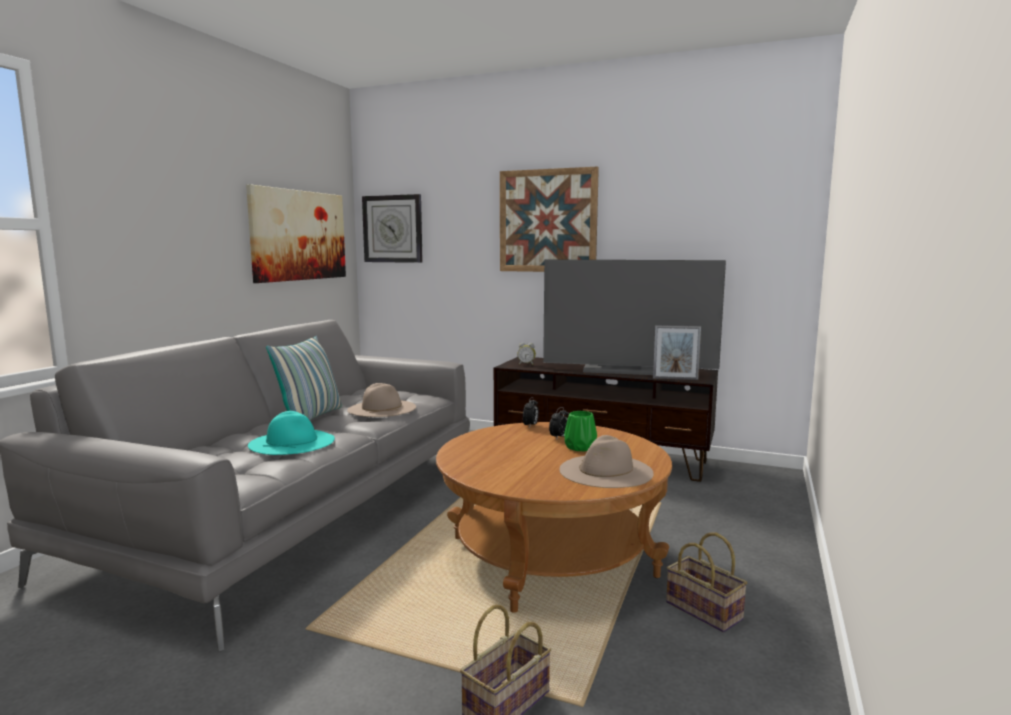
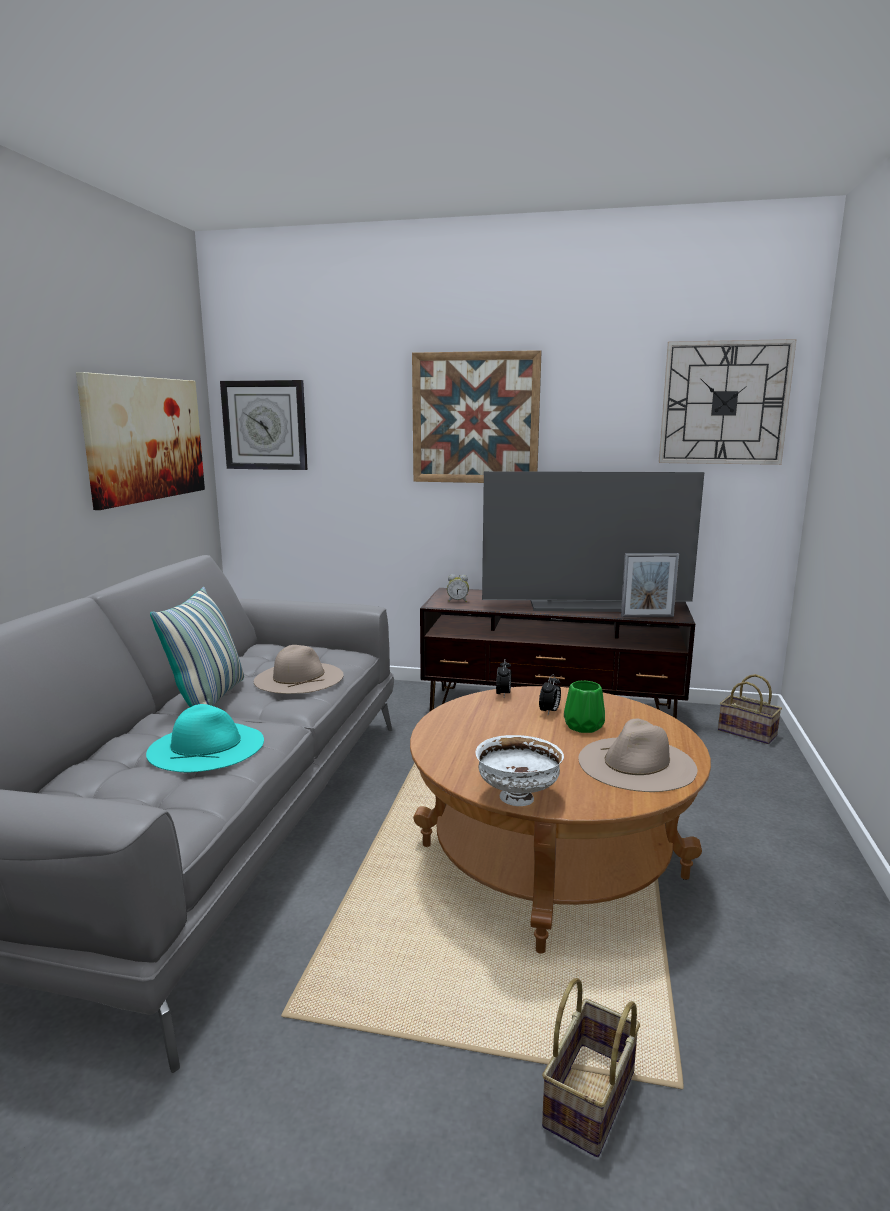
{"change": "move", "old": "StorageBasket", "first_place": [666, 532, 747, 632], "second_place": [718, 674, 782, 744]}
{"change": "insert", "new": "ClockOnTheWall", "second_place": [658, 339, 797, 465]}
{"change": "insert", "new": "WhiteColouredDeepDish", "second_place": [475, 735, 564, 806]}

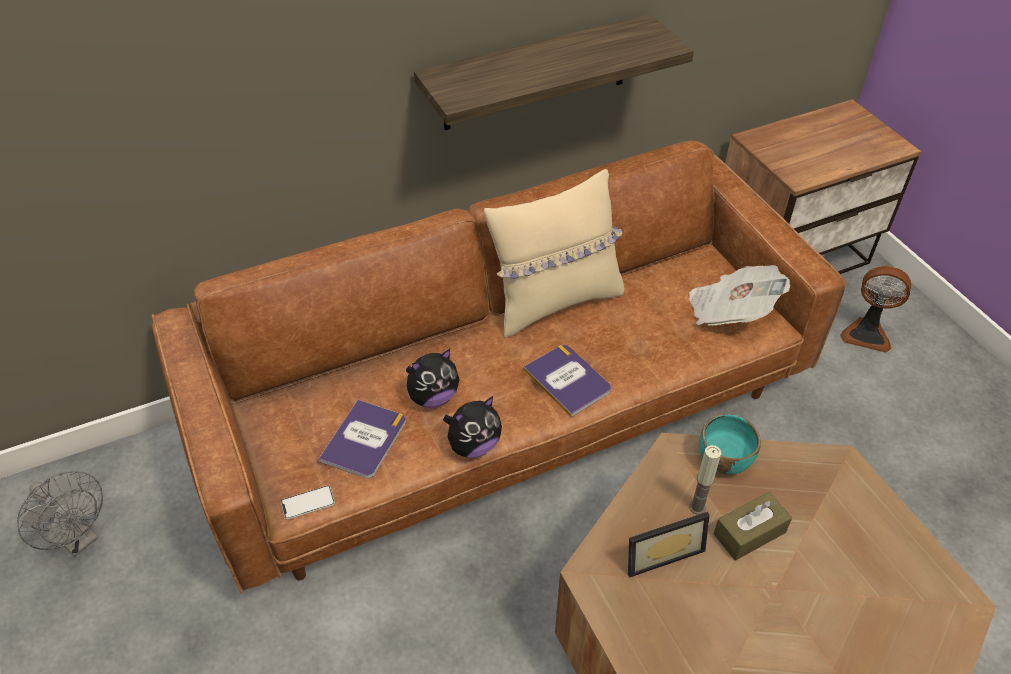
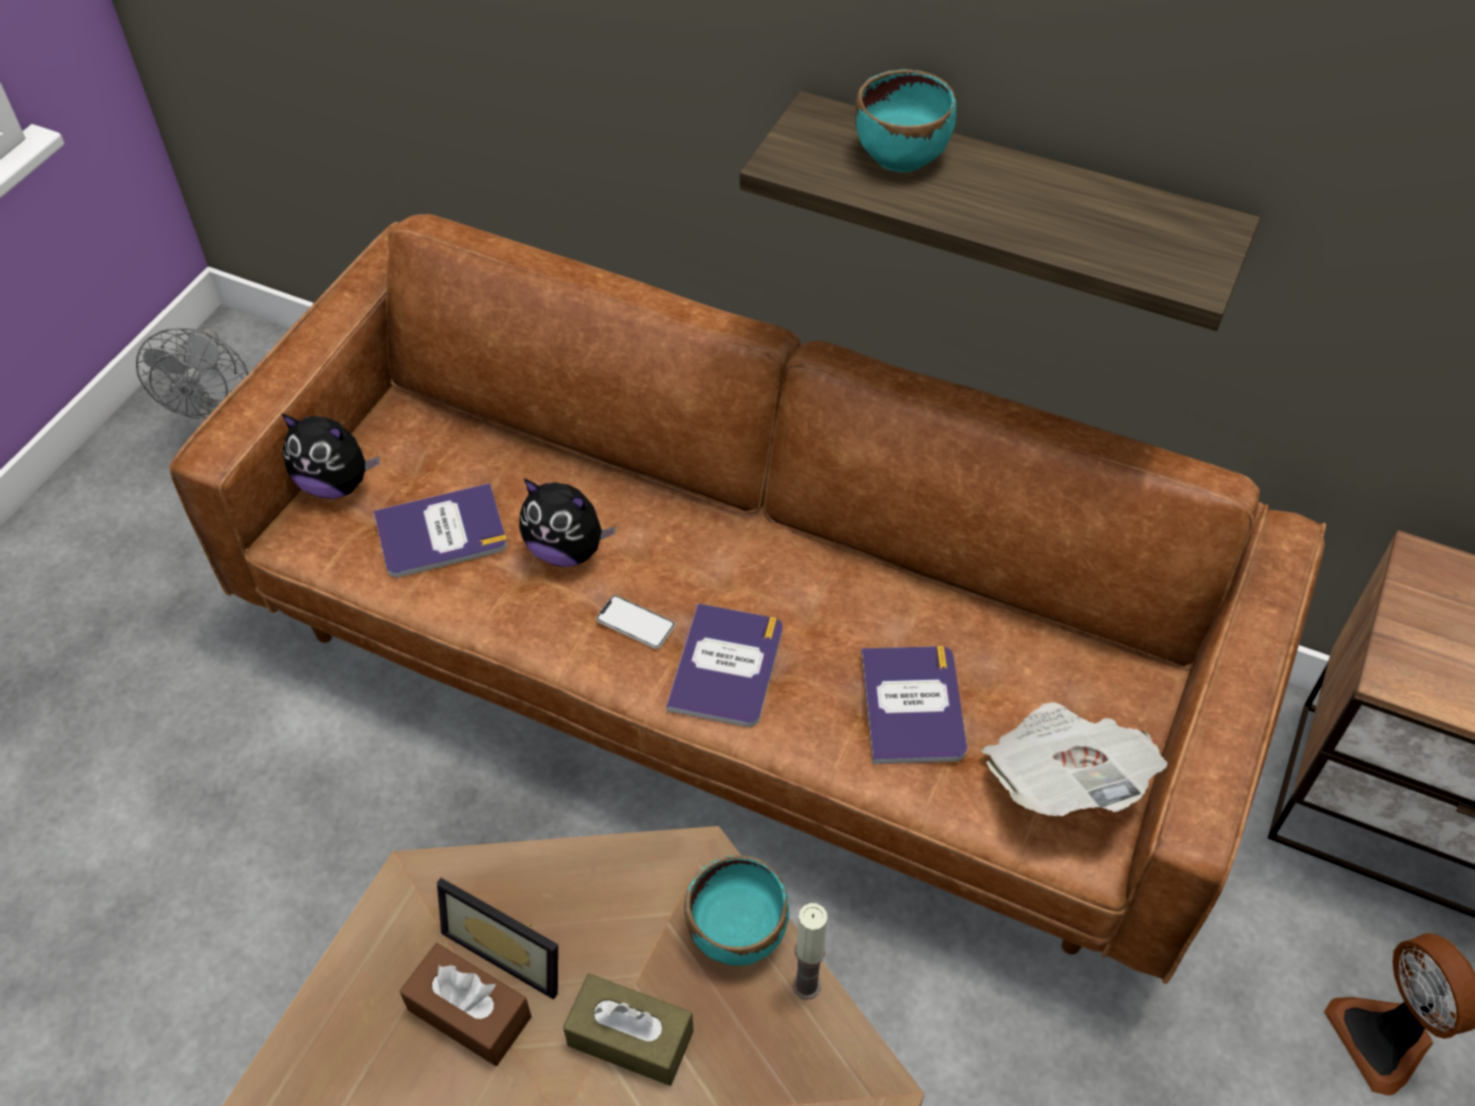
{"change": "delete", "old": "BeigeThrowPillow", "first_place": [484, 169, 624, 338]}
{"change": "move", "old": "PlushToy", "first_place": [443, 396, 502, 458], "second_place": [281, 413, 380, 499]}
{"change": "move", "old": "Candle", "first_place": [689, 445, 721, 515], "second_place": [792, 903, 827, 1000]}
{"change": "move", "old": "Handset", "first_place": [281, 485, 335, 520], "second_place": [596, 595, 675, 649]}
{"change": "insert", "new": "TurquoiseDeepDish", "second_place": [855, 69, 956, 172]}
{"change": "insert", "new": "Volume", "second_place": [861, 646, 967, 764]}
{"change": "insert", "new": "BrownColouredBoxOfTissues", "second_place": [400, 943, 531, 1066]}

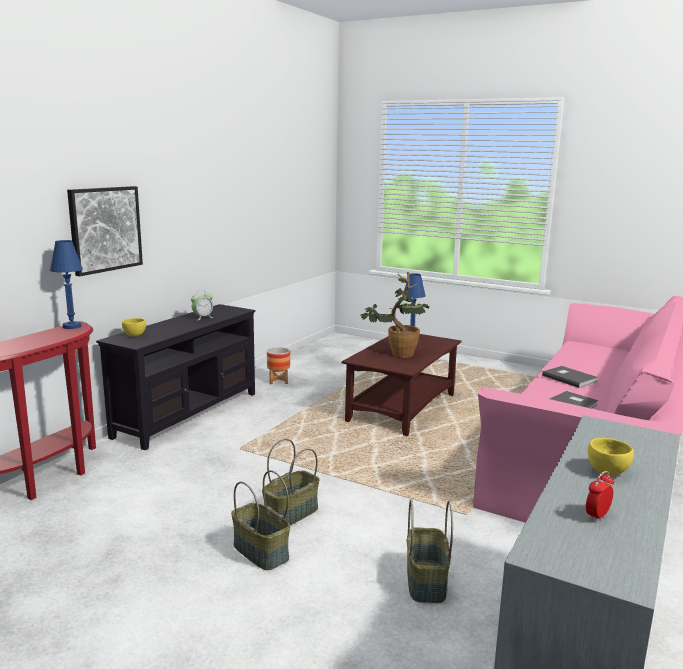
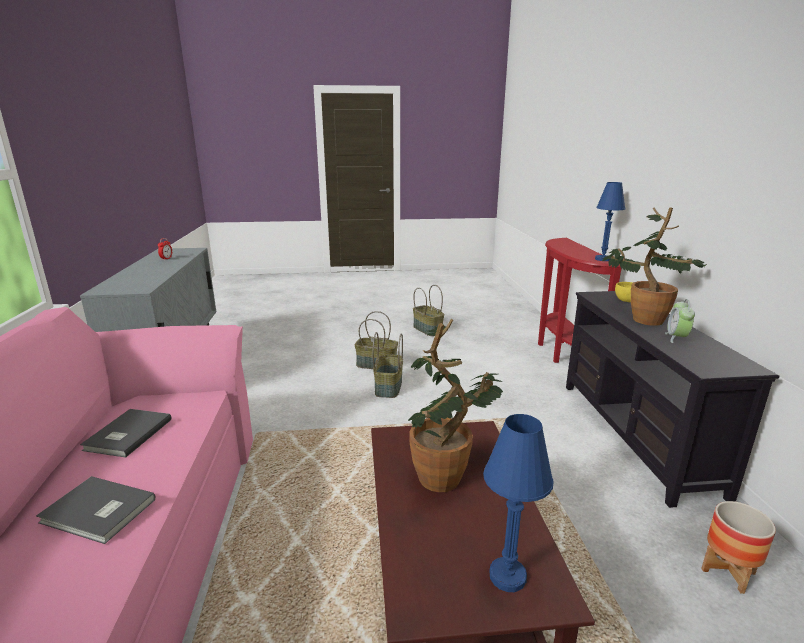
{"change": "delete", "old": "WallArt", "first_place": [67, 186, 143, 276]}
{"change": "delete", "old": "YellowishDeepDish", "first_place": [588, 438, 634, 476]}
{"change": "move", "old": "StorageBasket", "first_place": [407, 499, 453, 603], "second_place": [413, 285, 444, 336]}
{"change": "insert", "new": "PlantInAPot", "second_place": [602, 207, 707, 326]}

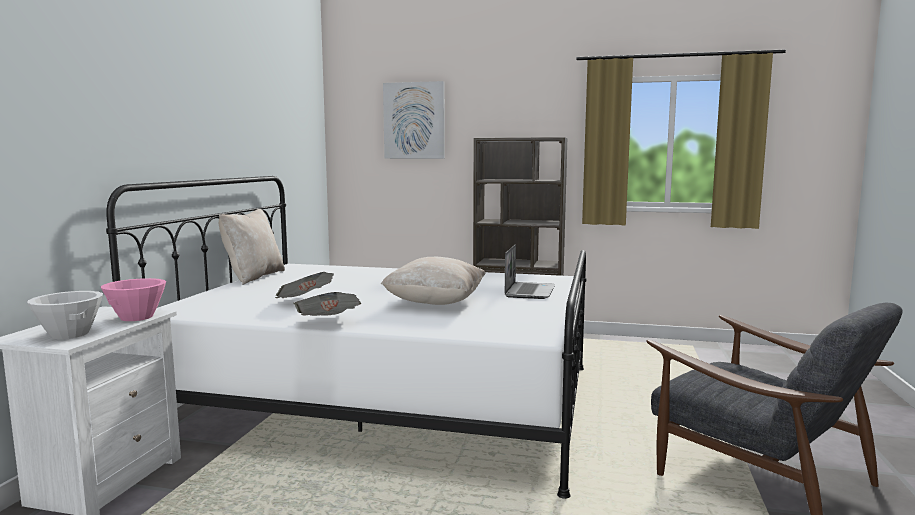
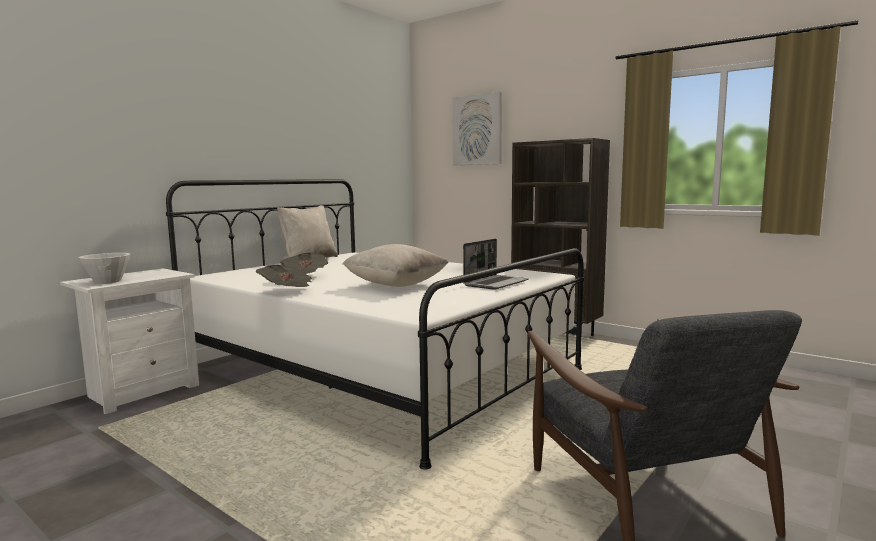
{"change": "delete", "old": "PinkishDeepDish", "first_place": [101, 278, 166, 321]}

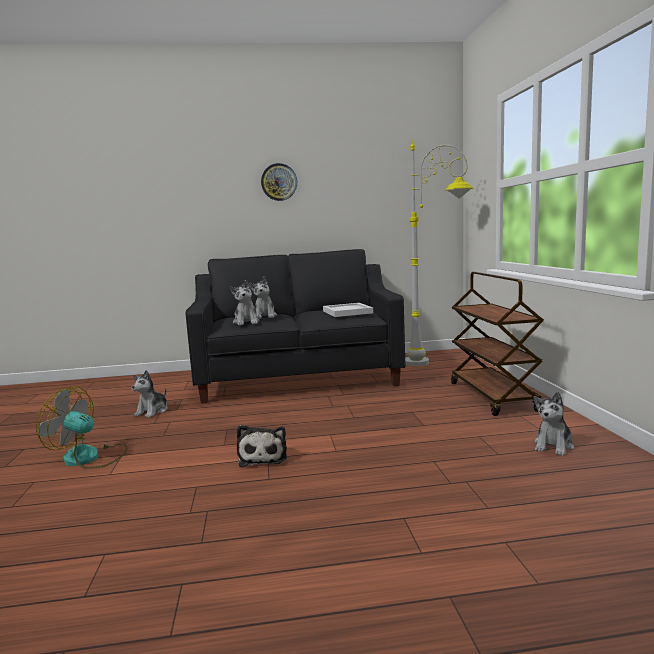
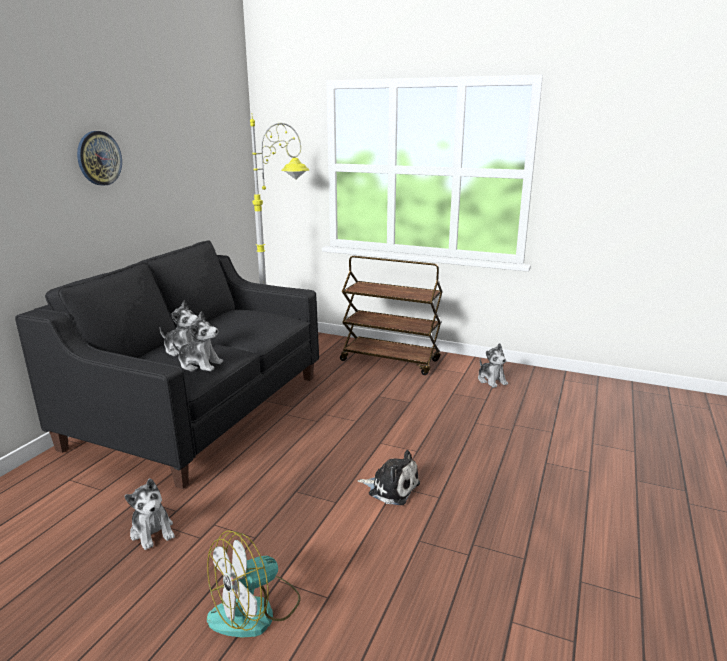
{"change": "delete", "old": "WhiteColouredTray", "first_place": [323, 303, 373, 317]}

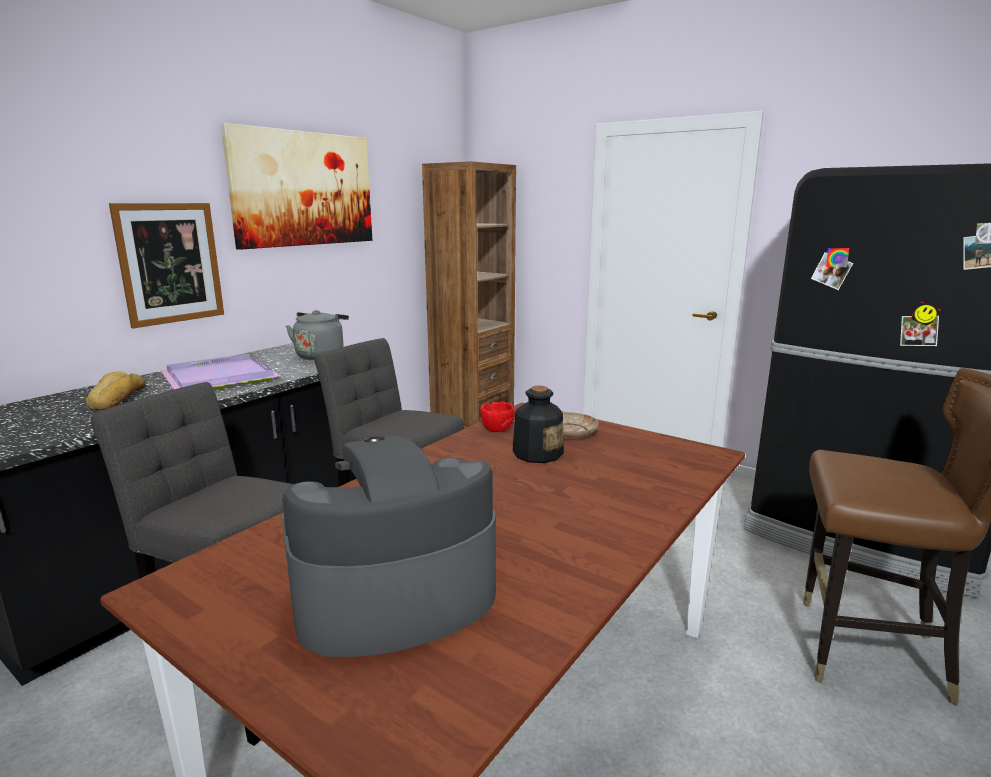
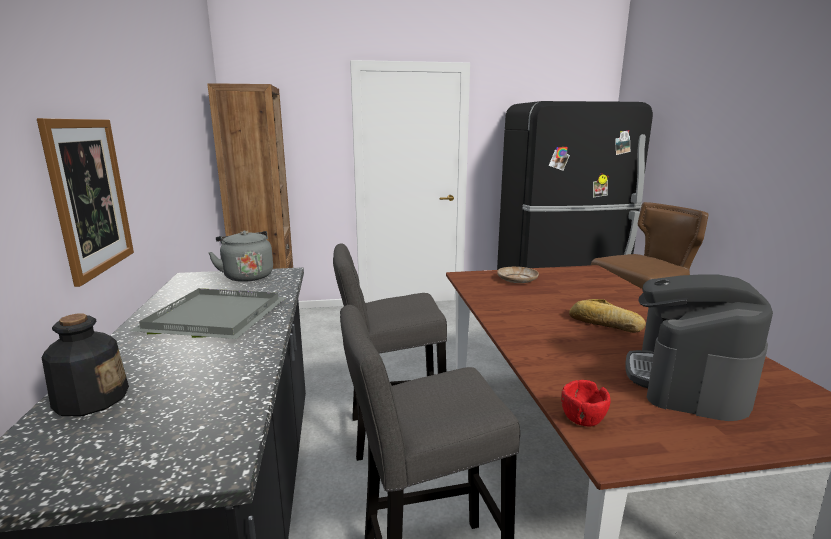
{"change": "delete", "old": "WallArt", "first_place": [221, 123, 372, 250]}
{"change": "recolor", "old": "PurpleTray", "new": "GreyTray", "first_place": [161, 354, 280, 390], "second_place": [130, 288, 287, 339]}
{"change": "move", "old": "Bread", "first_place": [86, 371, 146, 410], "second_place": [569, 299, 646, 333]}
{"change": "move", "old": "Bottle", "first_place": [513, 386, 564, 463], "second_place": [42, 314, 129, 416]}
{"change": "move", "old": "RedColouredDeepDish", "first_place": [480, 402, 515, 432], "second_place": [561, 380, 611, 426]}

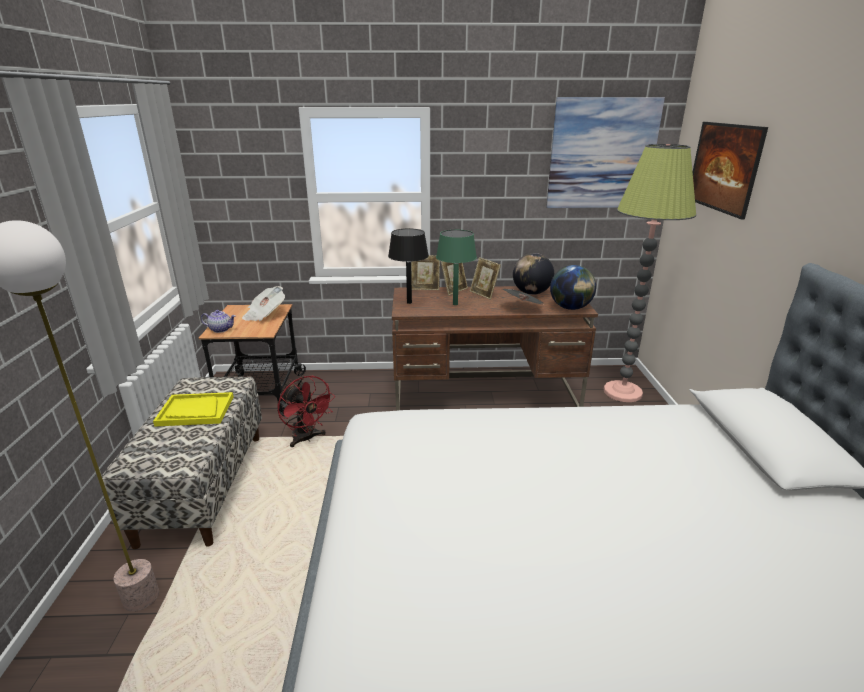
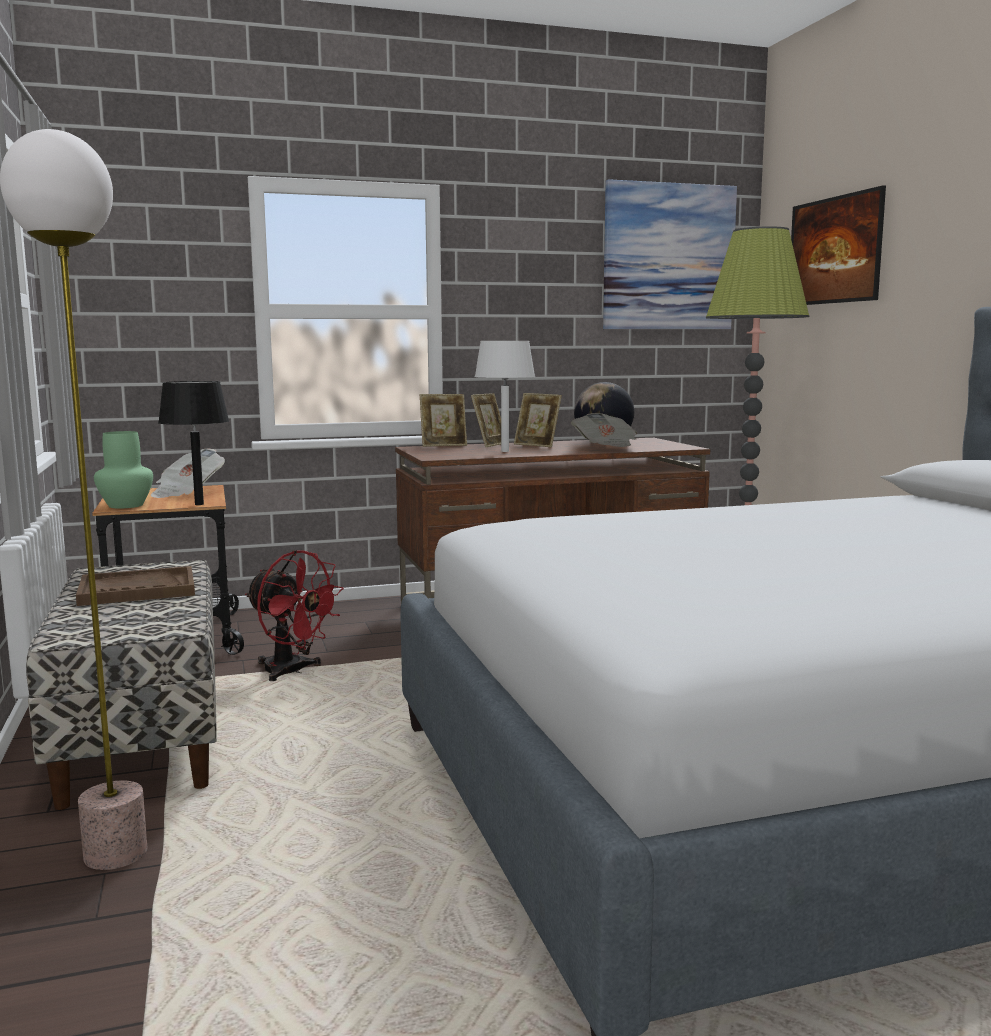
{"change": "move", "old": "BlackLampForATable", "first_place": [388, 228, 429, 304], "second_place": [158, 381, 229, 505]}
{"change": "recolor", "old": "GreenLampForATable", "new": "WhiteColouredLampForATable", "first_place": [436, 230, 477, 305], "second_place": [475, 341, 535, 452]}
{"change": "delete", "old": "WorldGlobe", "first_place": [550, 265, 596, 310]}
{"change": "replace", "old": "PotForTea", "new": "GreenVase", "first_place": [201, 310, 236, 333], "second_place": [94, 431, 153, 509]}
{"change": "recolor", "old": "YellowishTray", "new": "BrownColouredTray", "first_place": [153, 392, 234, 426], "second_place": [76, 566, 195, 606]}

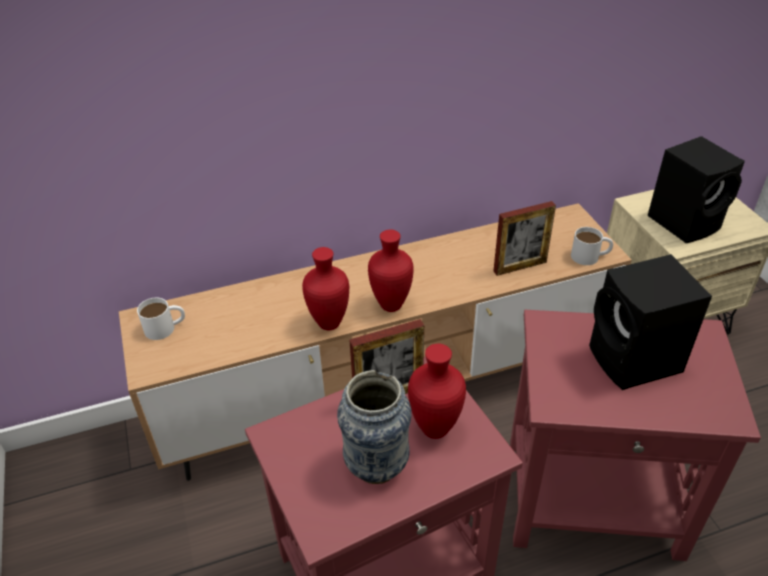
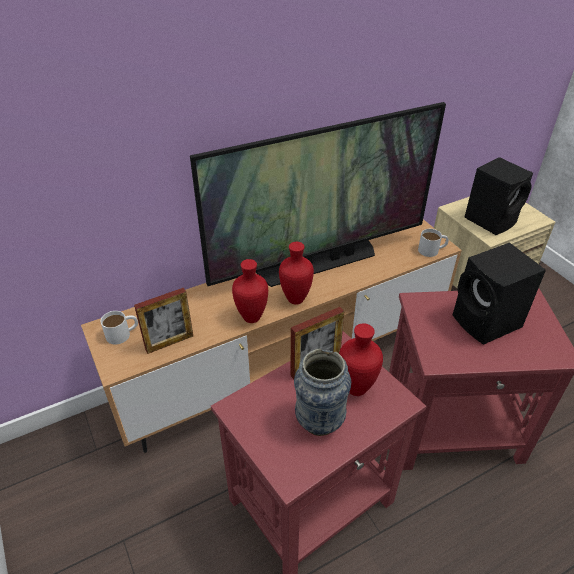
{"change": "move", "old": "PhotoFrame", "first_place": [493, 201, 556, 276], "second_place": [134, 288, 193, 354]}
{"change": "insert", "new": "TvSet", "second_place": [190, 102, 446, 287]}

